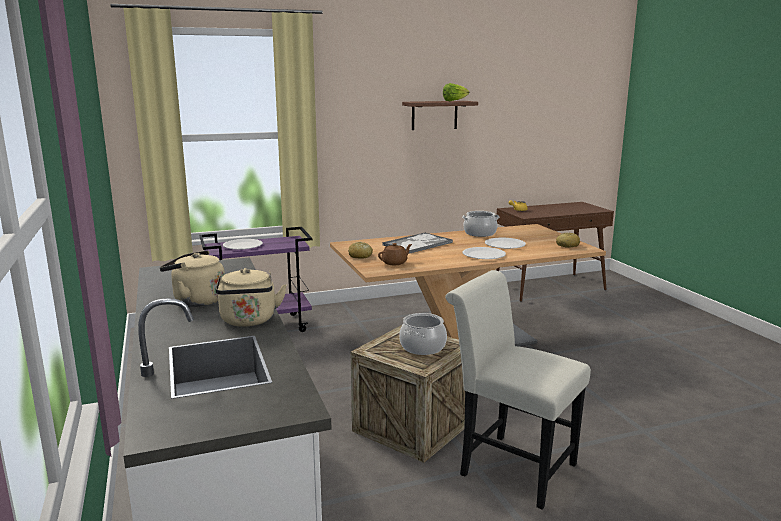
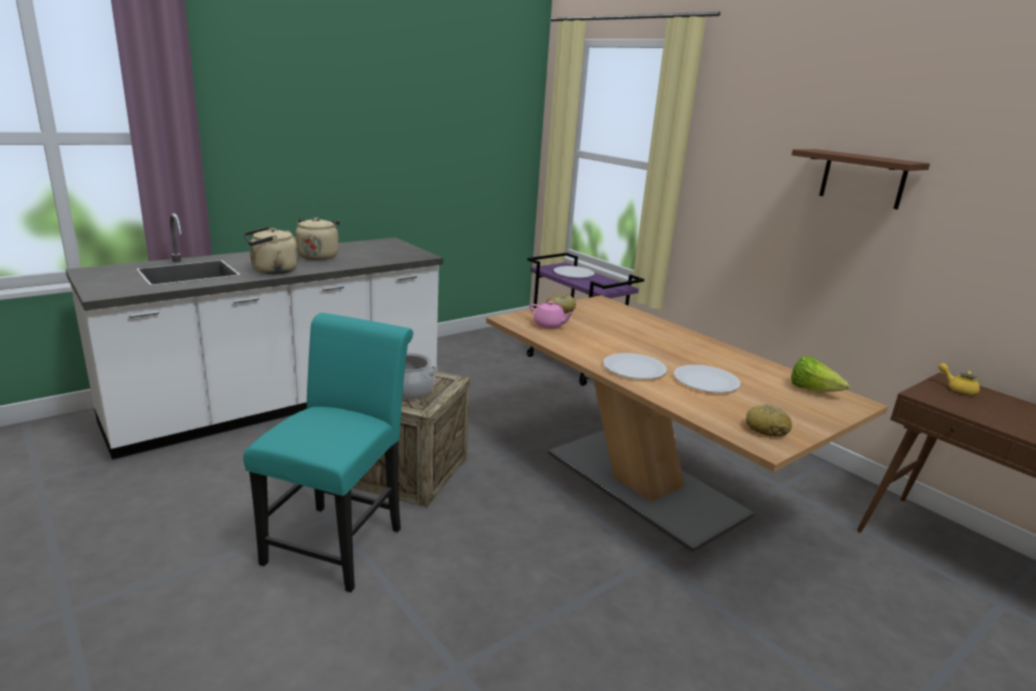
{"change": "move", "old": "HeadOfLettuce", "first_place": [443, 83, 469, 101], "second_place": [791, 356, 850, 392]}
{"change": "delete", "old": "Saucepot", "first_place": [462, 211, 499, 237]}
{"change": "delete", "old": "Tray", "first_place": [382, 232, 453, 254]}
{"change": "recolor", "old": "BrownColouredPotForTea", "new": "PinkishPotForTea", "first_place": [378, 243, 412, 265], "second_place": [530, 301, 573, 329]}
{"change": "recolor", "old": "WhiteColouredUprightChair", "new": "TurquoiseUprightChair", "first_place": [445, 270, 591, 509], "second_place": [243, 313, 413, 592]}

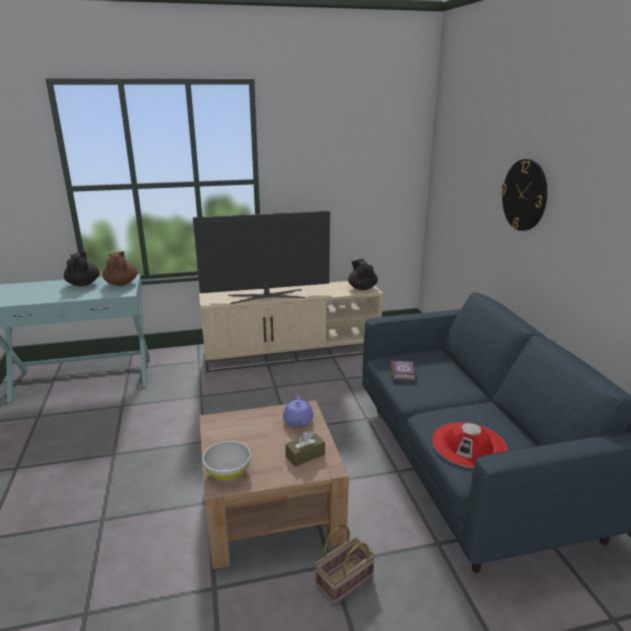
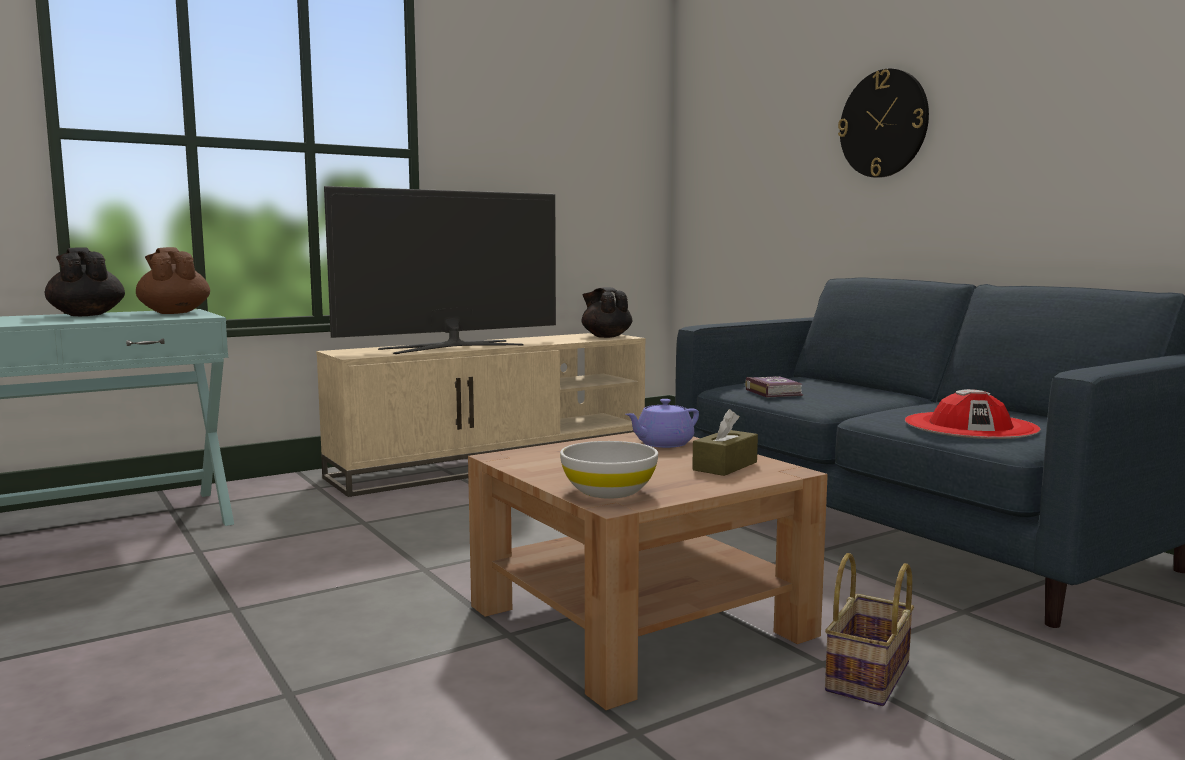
{"change": "rotate", "old": "PurplePotForTea", "first_place": [283, 396, 313, 427], "second_place": [626, 399, 699, 448], "degrees": 75}

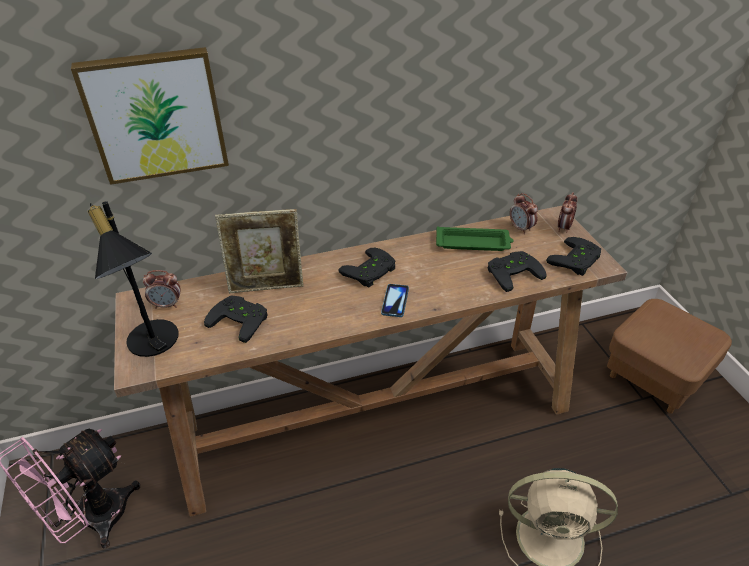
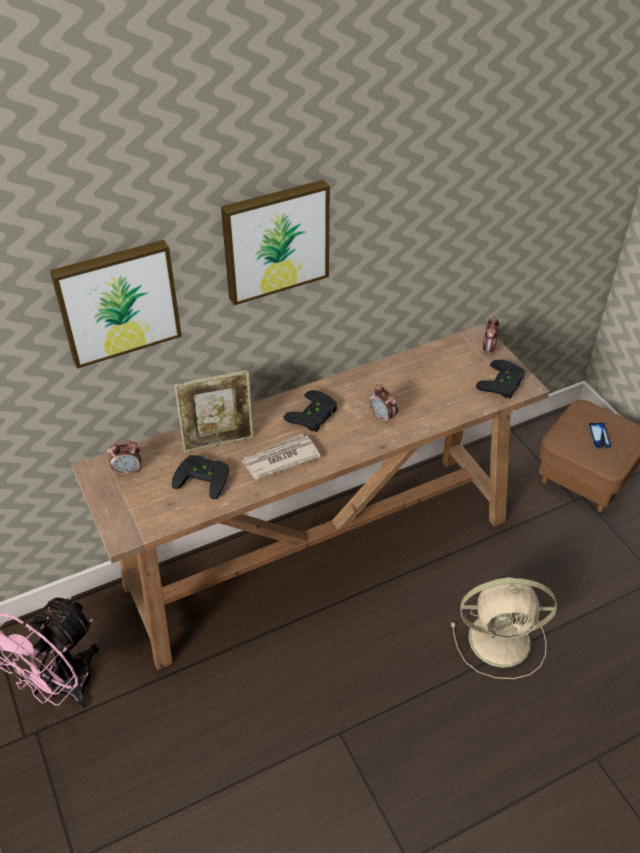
{"change": "move", "old": "AlarmClock", "first_place": [510, 193, 538, 234], "second_place": [370, 384, 398, 424]}
{"change": "delete", "old": "BlackLampForATable", "first_place": [87, 201, 179, 357]}
{"change": "delete", "old": "GreenTray", "first_place": [436, 226, 513, 251]}
{"change": "delete", "old": "BlackGamepad", "first_place": [488, 251, 547, 292]}
{"change": "move", "old": "Handset", "first_place": [381, 284, 409, 317], "second_place": [588, 422, 611, 449]}
{"change": "insert", "new": "WallArt", "second_place": [221, 180, 330, 305]}
{"change": "insert", "new": "PrintedPaper", "second_place": [241, 434, 321, 480]}

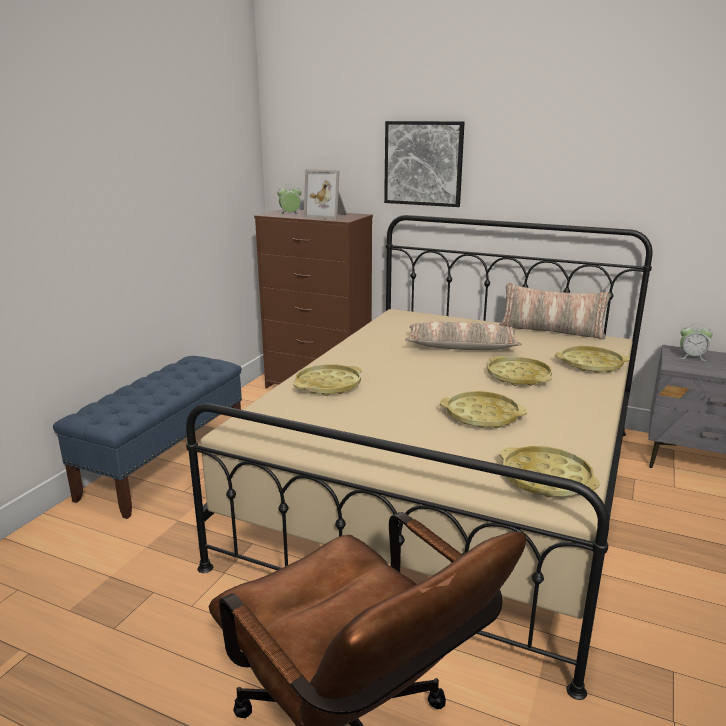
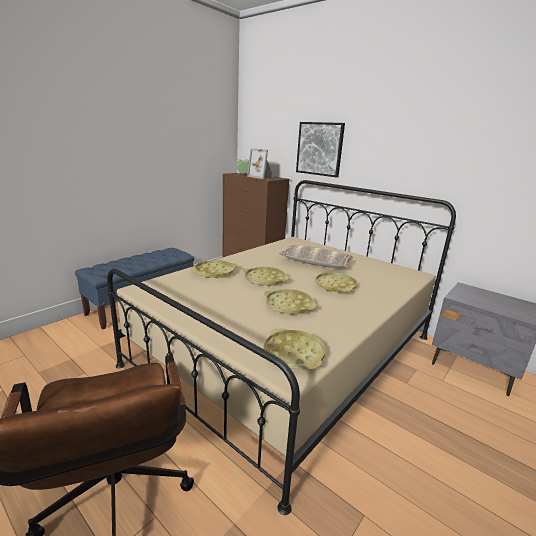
{"change": "delete", "old": "ThrowPillow", "first_place": [499, 283, 611, 340]}
{"change": "delete", "old": "AlarmClock", "first_place": [680, 323, 713, 361]}
{"change": "move", "old": "YellowishTray", "first_place": [555, 346, 630, 373], "second_place": [243, 267, 289, 286]}

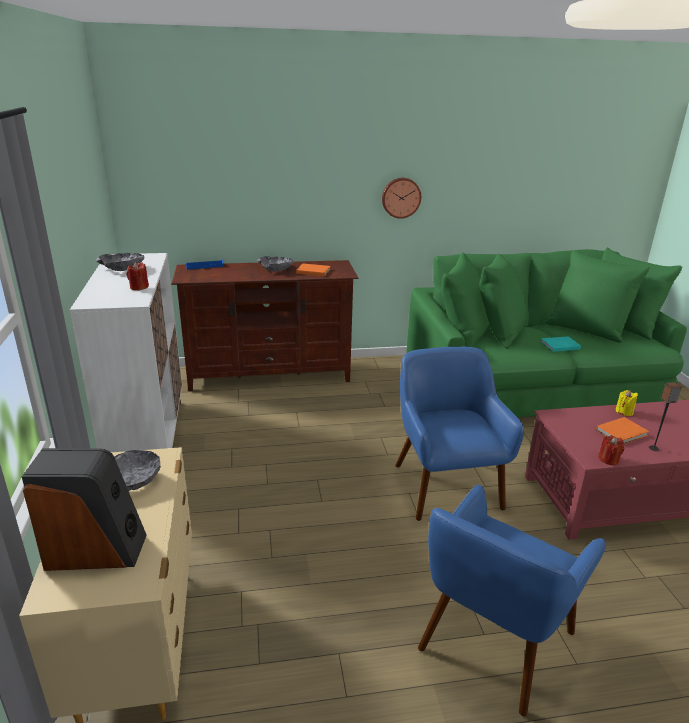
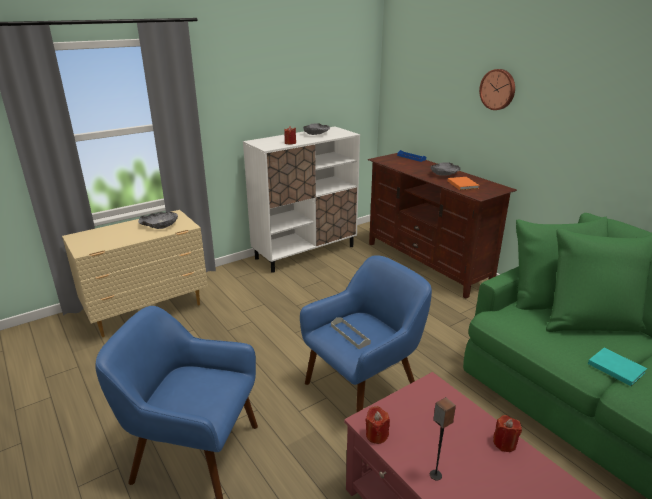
{"change": "move", "old": "ClockOnTheWall", "first_place": [382, 178, 421, 219], "second_place": [479, 69, 515, 110]}
{"change": "recolor", "old": "YellowishCandle", "new": "RedColouredCandle", "first_place": [616, 390, 638, 416], "second_place": [493, 415, 522, 452]}
{"change": "delete", "old": "OrangeVolume", "first_place": [596, 417, 649, 444]}
{"change": "delete", "old": "Loudspeaker", "first_place": [22, 448, 147, 571]}
{"change": "insert", "new": "GreyTray", "second_place": [331, 317, 371, 349]}

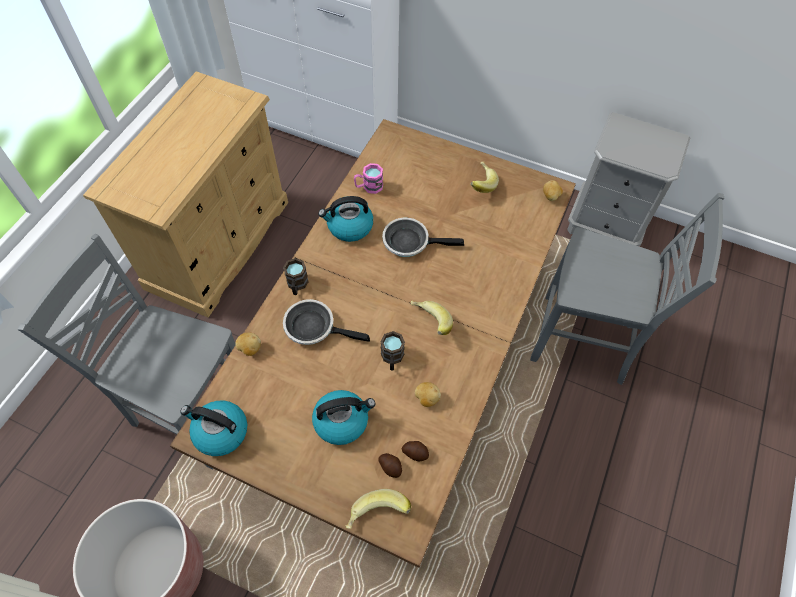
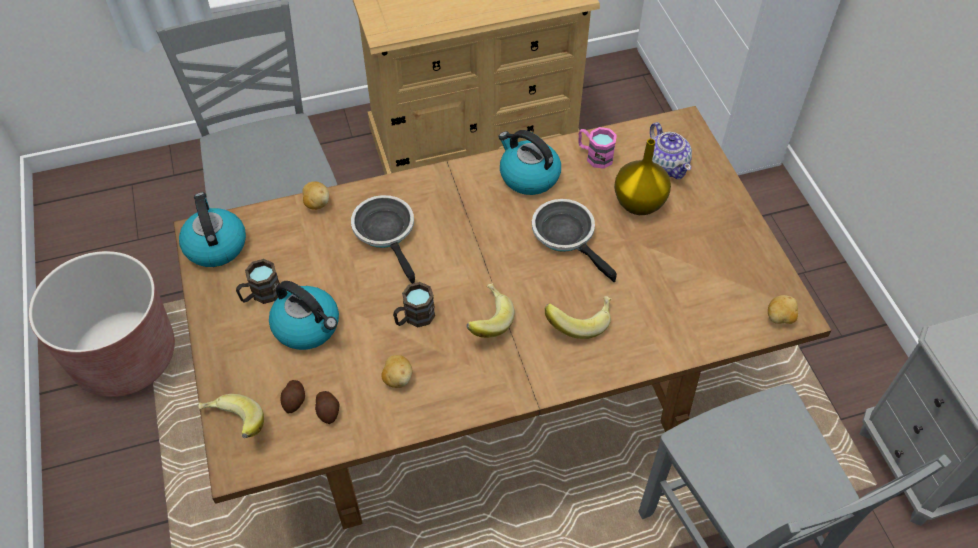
{"change": "move", "old": "BananaFruit", "first_place": [470, 162, 499, 193], "second_place": [545, 296, 611, 339]}
{"change": "move", "old": "BrownColouredMug", "first_place": [283, 258, 309, 295], "second_place": [236, 259, 280, 304]}
{"change": "insert", "new": "PotForTea", "second_place": [650, 122, 692, 179]}
{"change": "insert", "new": "YellowishVase", "second_place": [614, 139, 671, 215]}

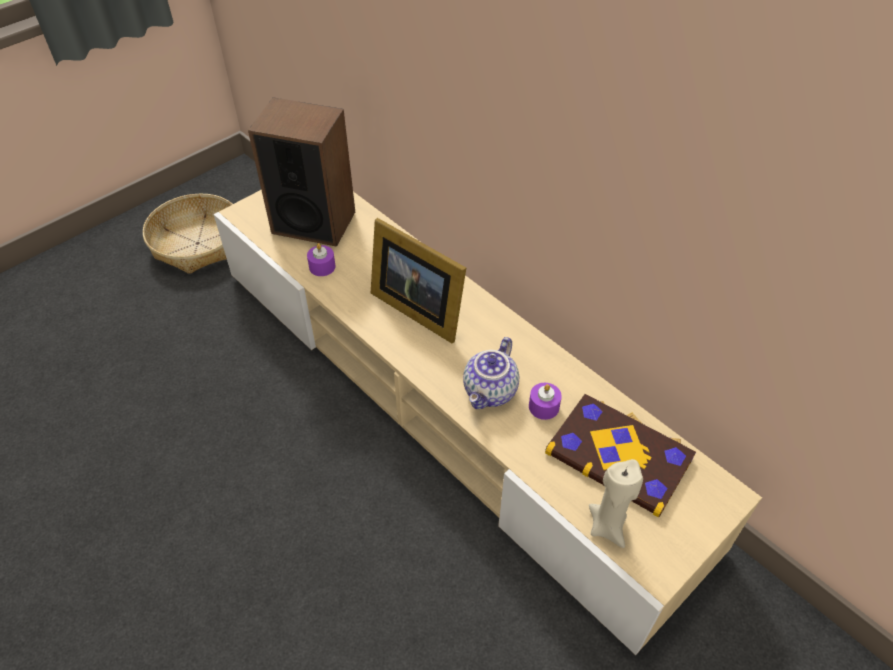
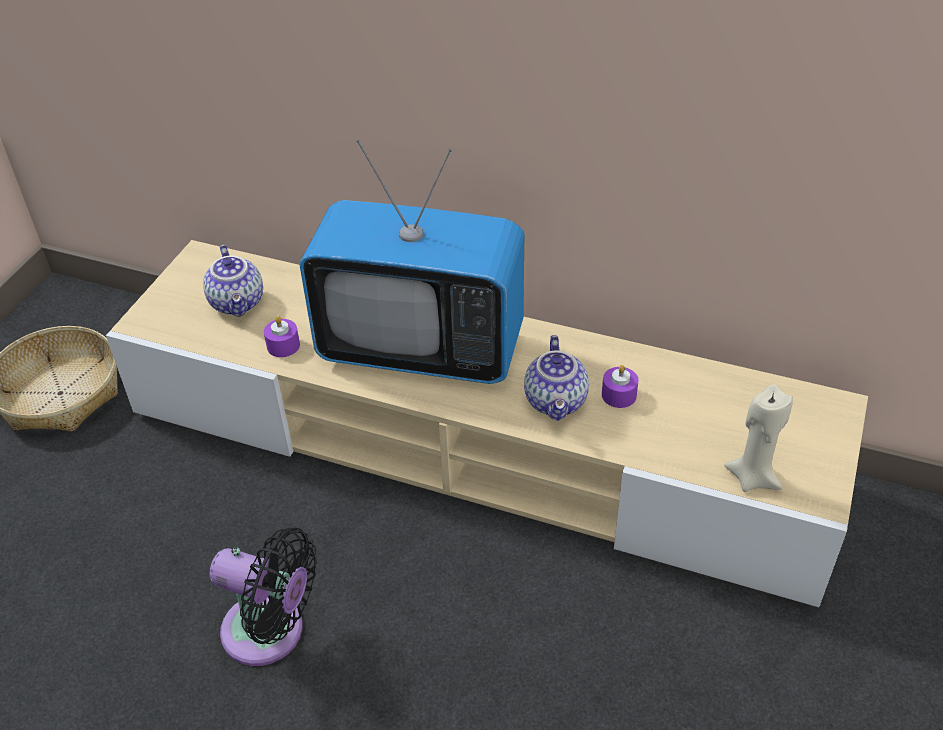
{"change": "replace", "old": "Loudspeaker", "new": "PotForTea", "first_place": [248, 97, 355, 247], "second_place": [203, 245, 263, 317]}
{"change": "replace", "old": "PhotoFrame", "new": "TvSet", "first_place": [371, 218, 466, 343], "second_place": [300, 139, 524, 384]}
{"change": "delete", "old": "Volume", "first_place": [545, 394, 696, 517]}
{"change": "insert", "new": "BlackFan", "second_place": [209, 528, 317, 666]}

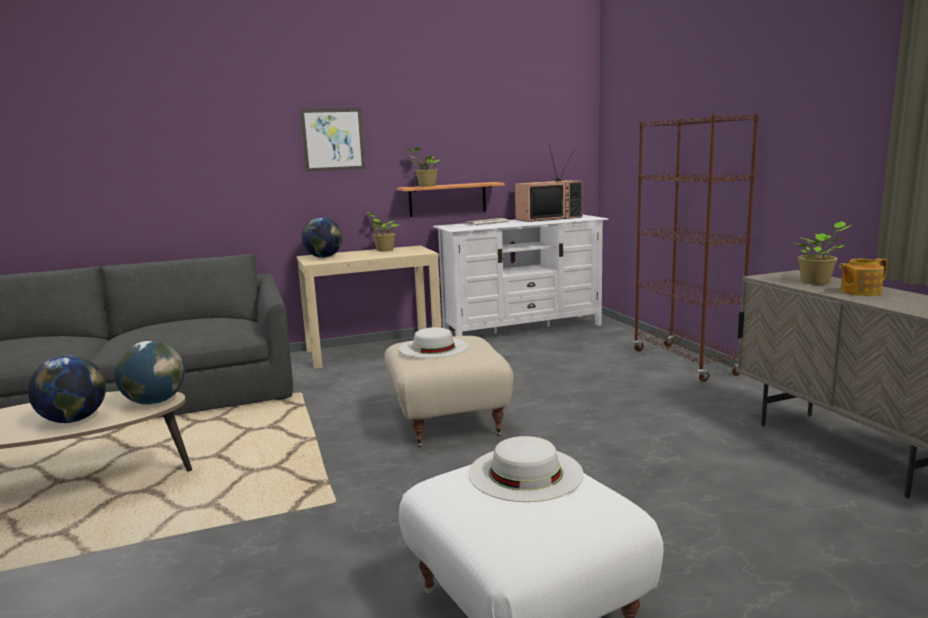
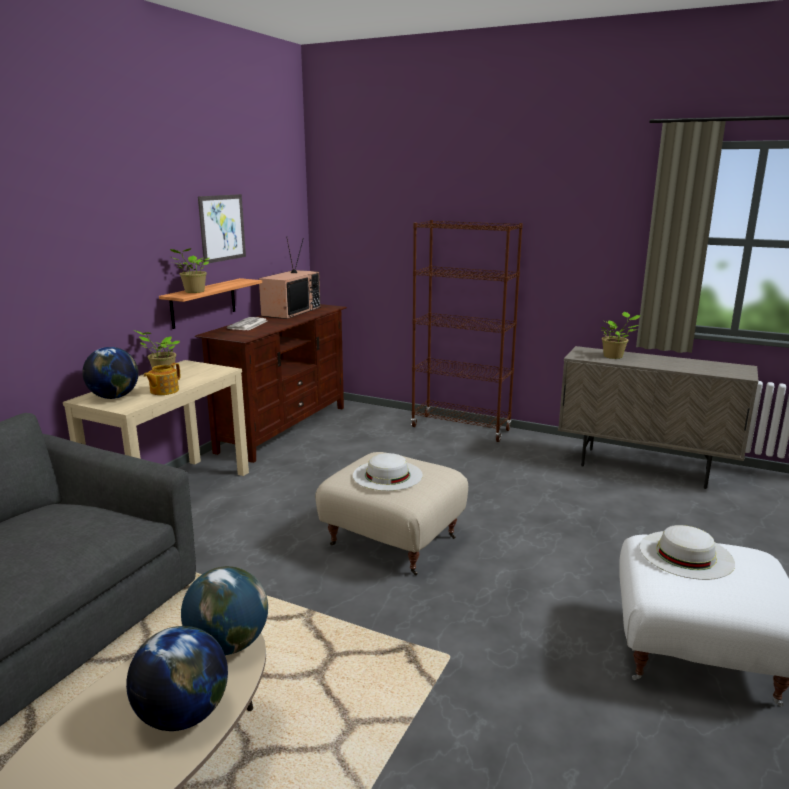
{"change": "move", "old": "WallArt", "first_place": [300, 108, 366, 172], "second_place": [198, 194, 246, 263]}
{"change": "recolor", "old": "WhiteColouredMediaConsole", "new": "BrownColouredMediaConsole", "first_place": [433, 215, 609, 336], "second_place": [195, 304, 347, 463]}
{"change": "move", "old": "PotForTea", "first_place": [839, 258, 887, 296], "second_place": [144, 363, 180, 395]}

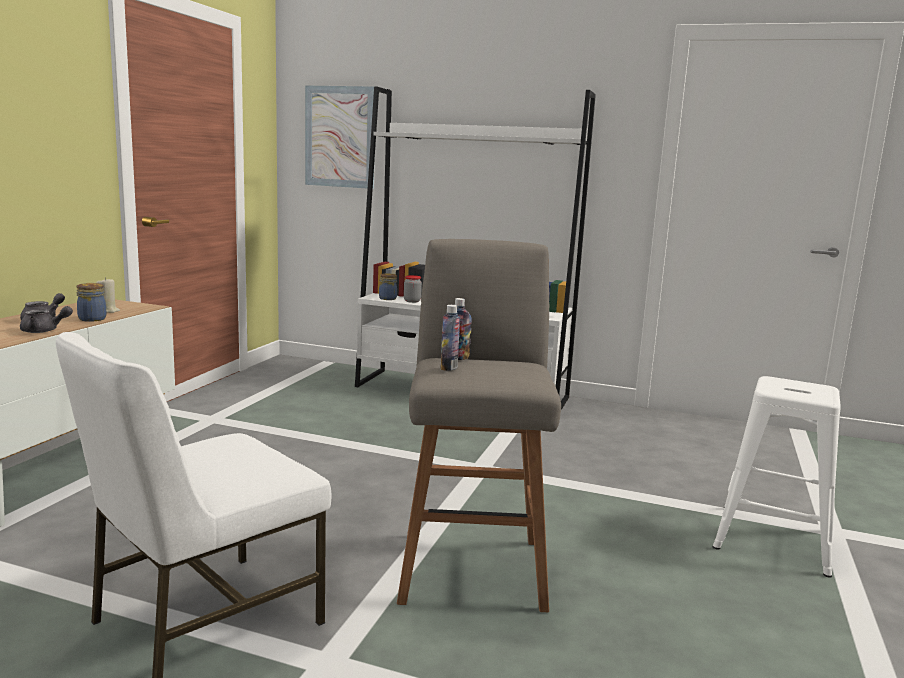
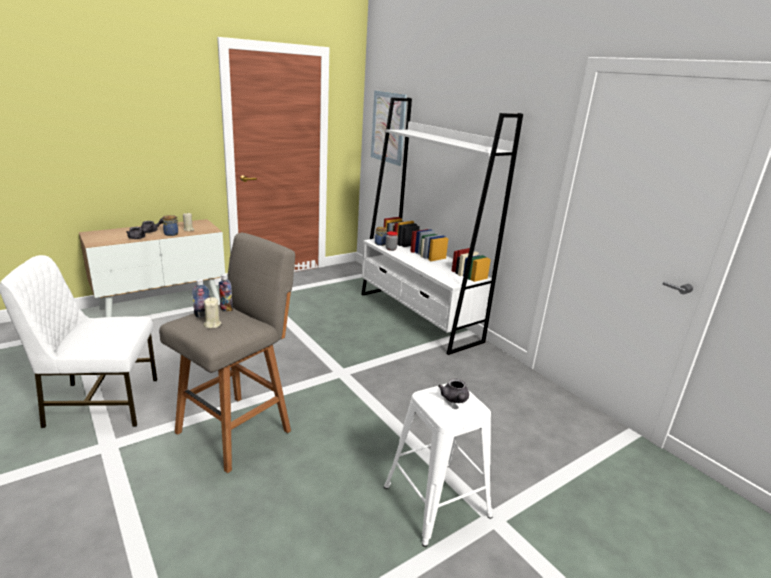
{"change": "insert", "new": "BeigeCandle", "second_place": [204, 297, 221, 328]}
{"change": "insert", "new": "GreyPotForTea", "second_place": [438, 379, 469, 403]}

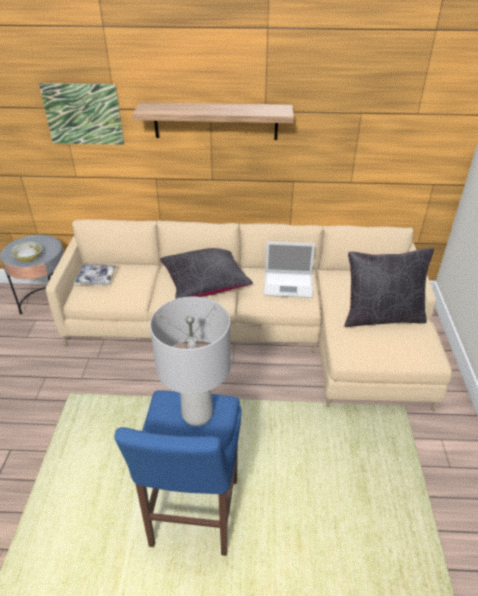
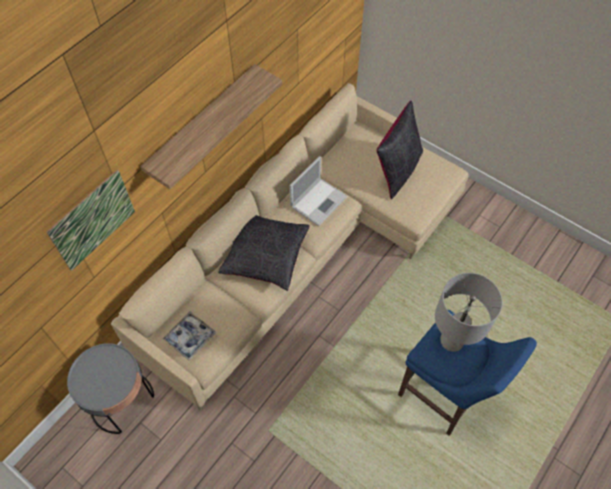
{"change": "delete", "old": "DeepDish", "first_place": [11, 242, 42, 262]}

